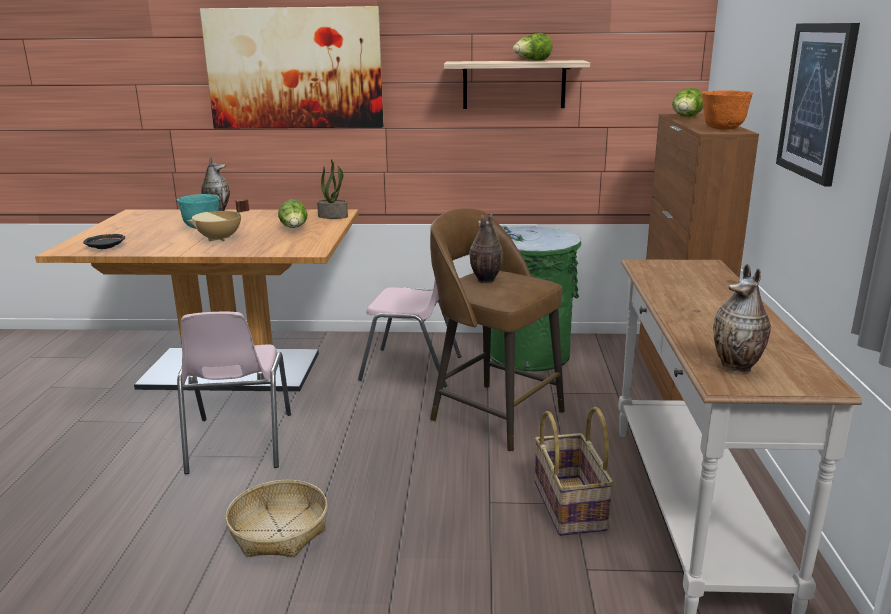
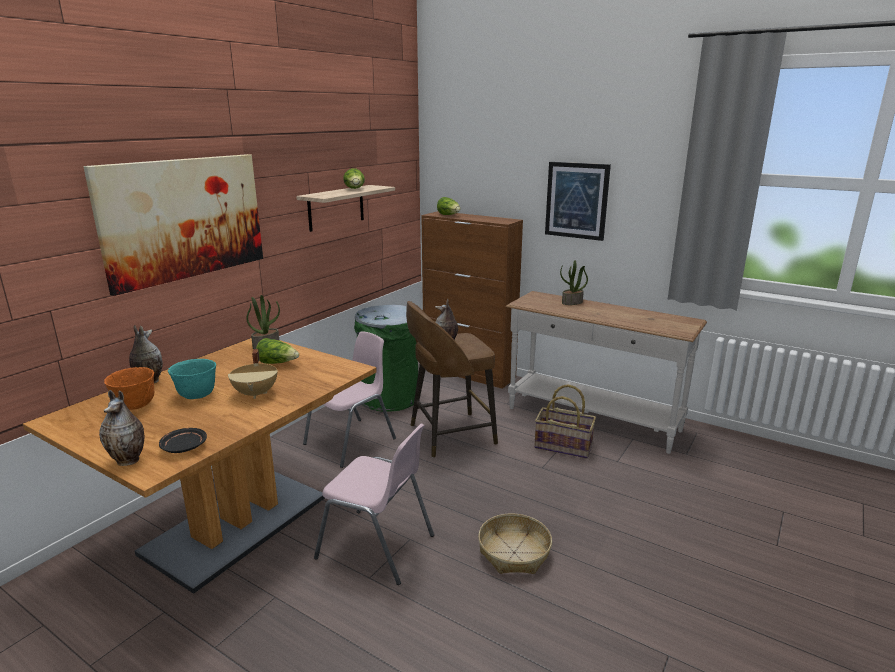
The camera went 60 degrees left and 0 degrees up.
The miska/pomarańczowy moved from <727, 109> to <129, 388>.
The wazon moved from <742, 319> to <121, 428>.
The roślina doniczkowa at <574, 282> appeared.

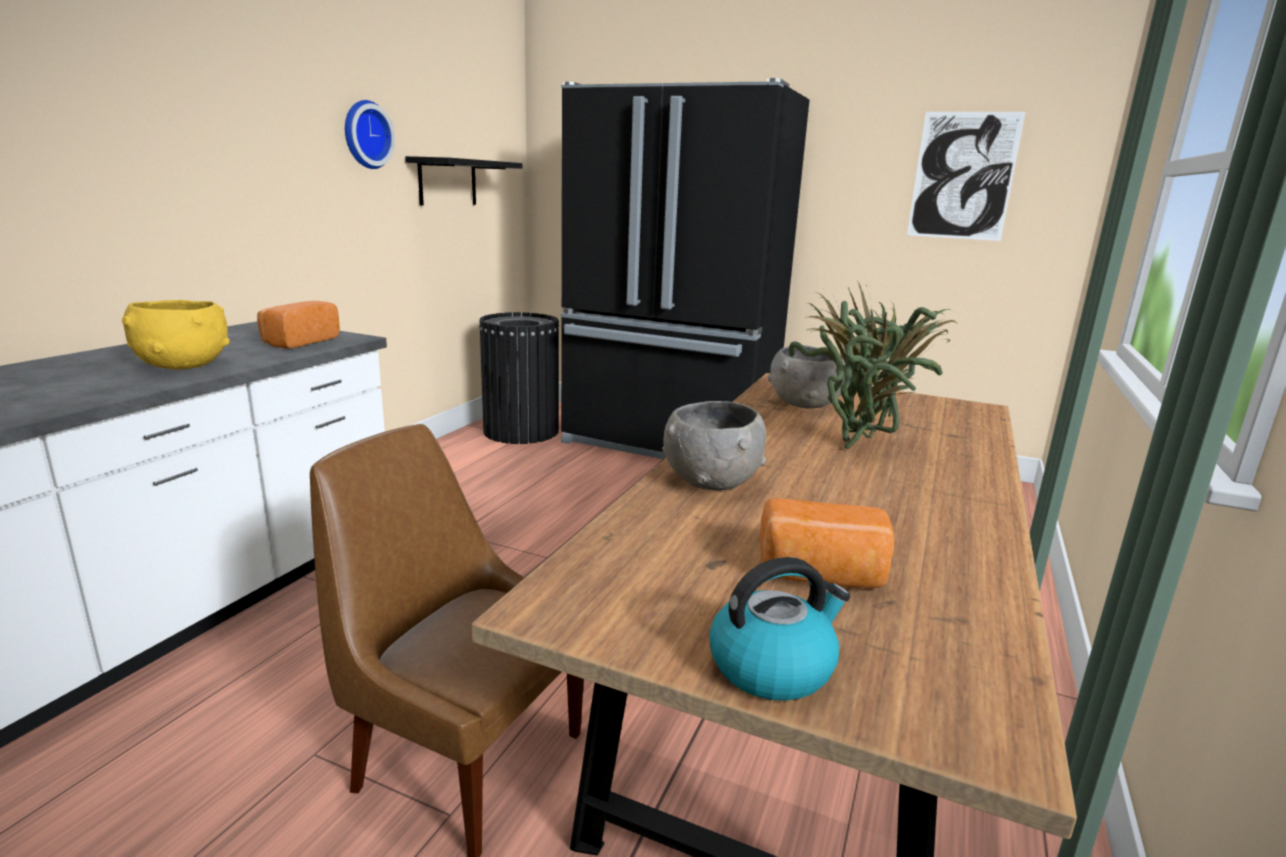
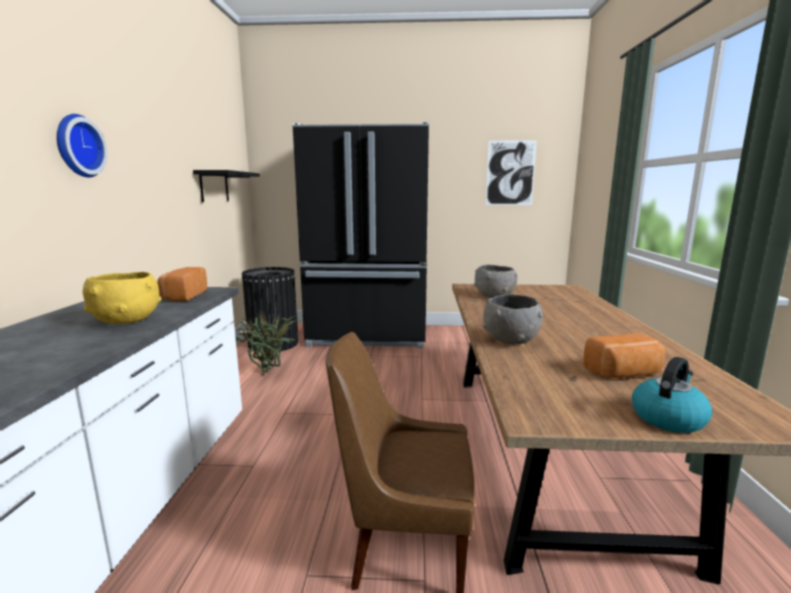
The camera went 20 degrees left and 5 degrees down.
The zegar ścienny moved from <370, 134> to <82, 145>.
The roślina doniczkowa moved from <874, 364> to <266, 342>.

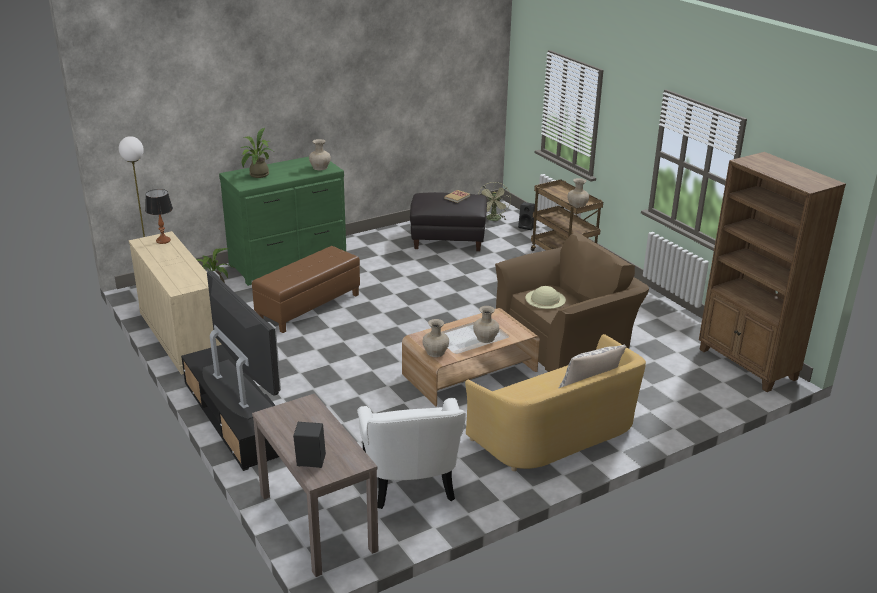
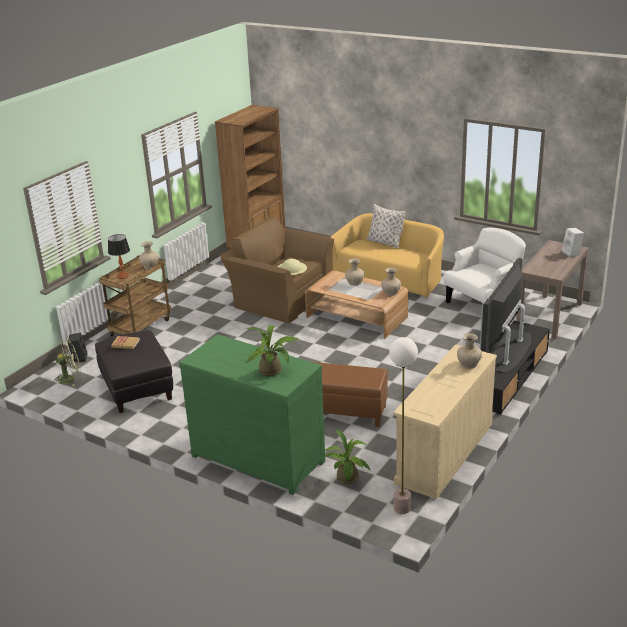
The camera went 115 degrees left and 0 degrees up.
The lampa stołowa moved from <159, 216> to <119, 256>.
The głośnik/czarny at <309, 445> became the głośnik/biały at <573, 242>.
The wazon/beżowy moved from <320, 154> to <469, 350>.

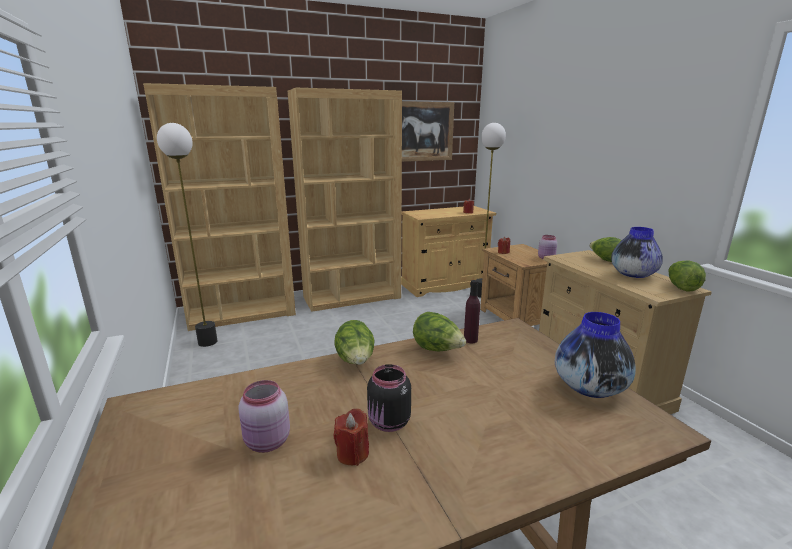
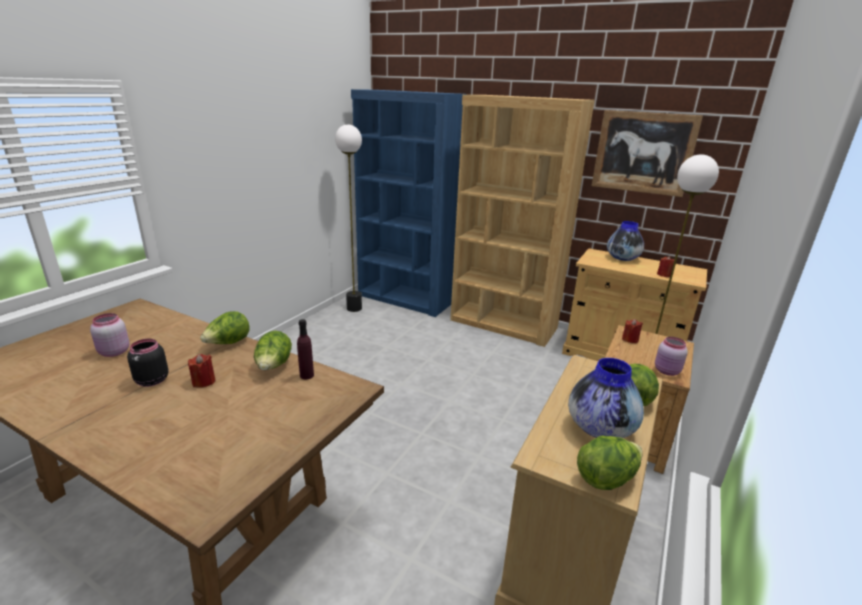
The camera went 50 degrees right and 5 degrees up.
The regał/brązowy at <219, 207> became the regał/niebieski at <409, 203>.
The świeca/czerwony moved from <351, 437> to <201, 371>.
The wazon moved from <595, 355> to <625, 241>.

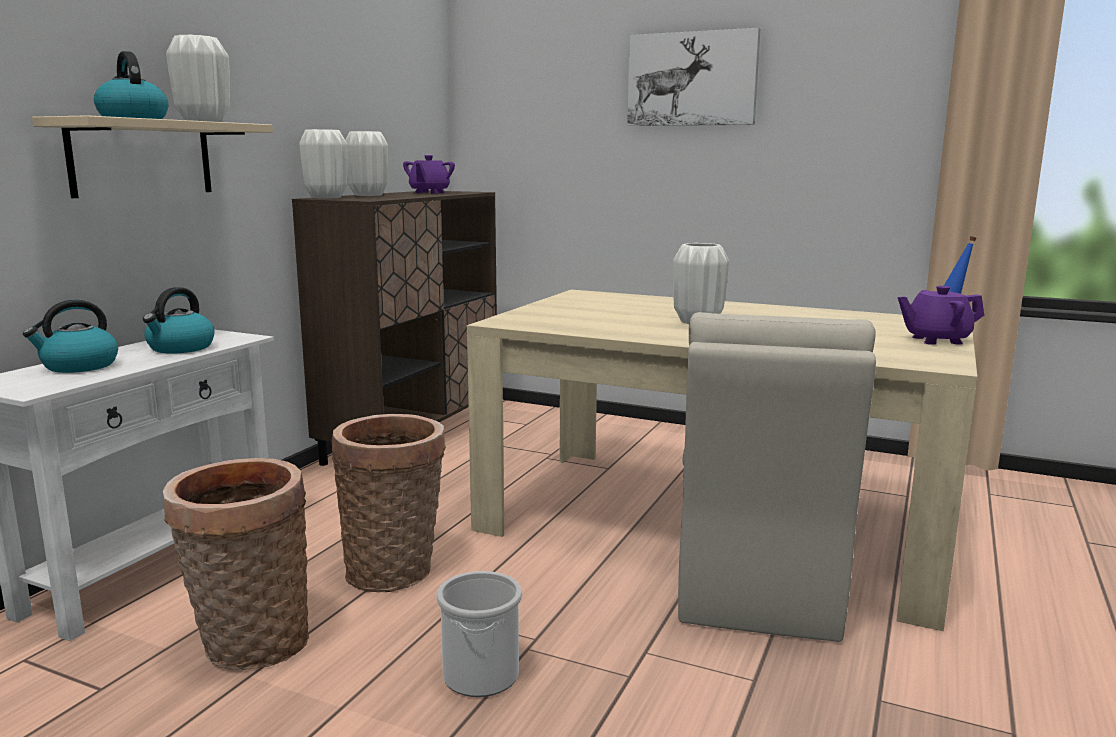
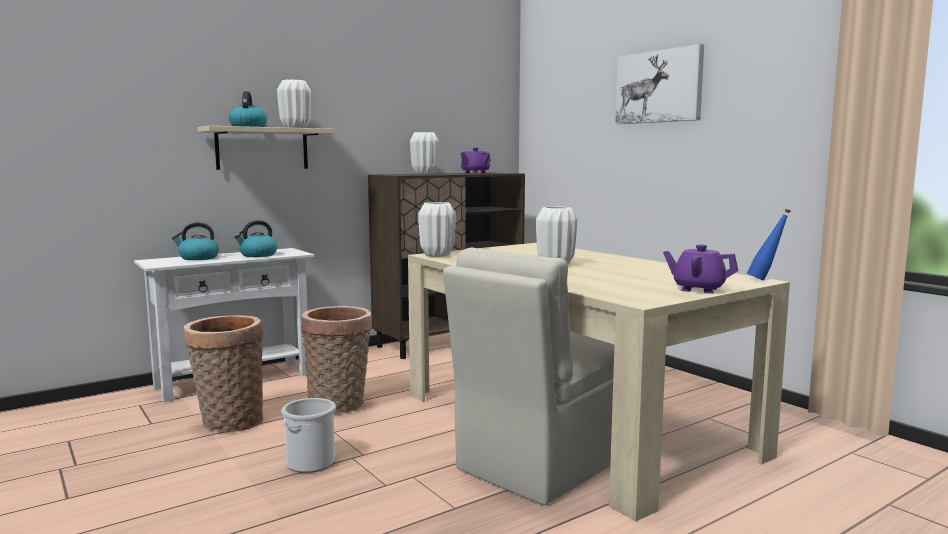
The camera went 30 degrees right and 5 degrees down.
The wazon/biały moved from <323, 163> to <437, 229>.

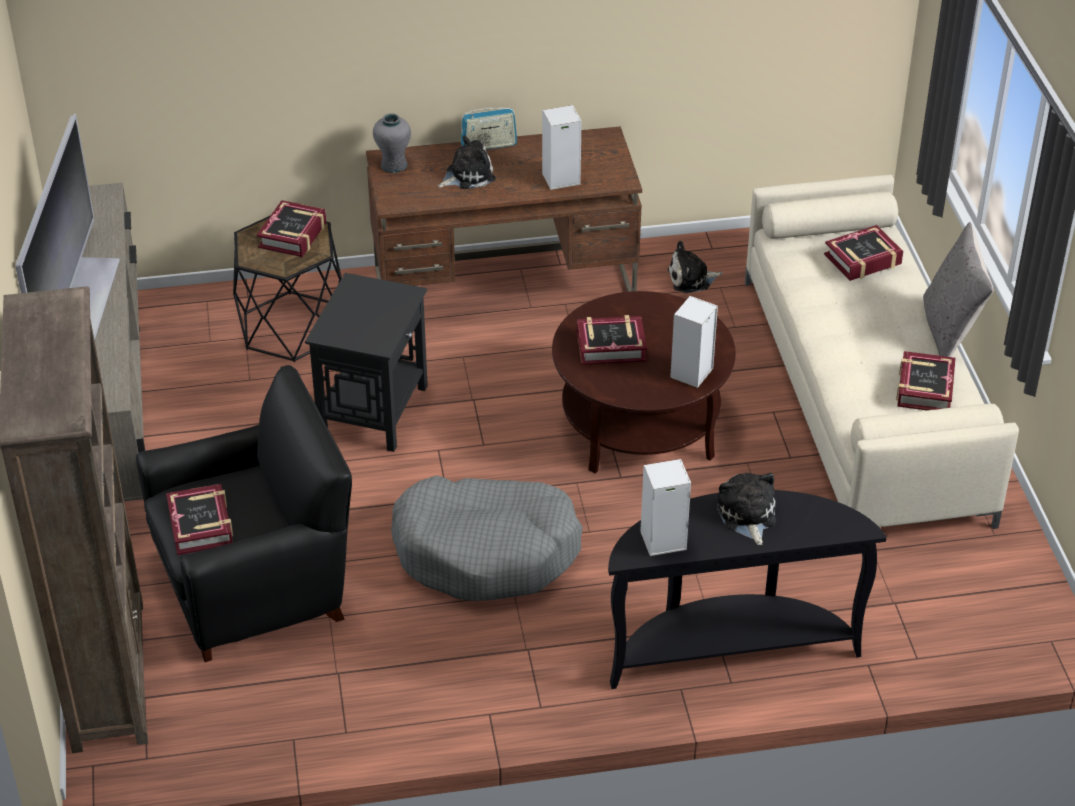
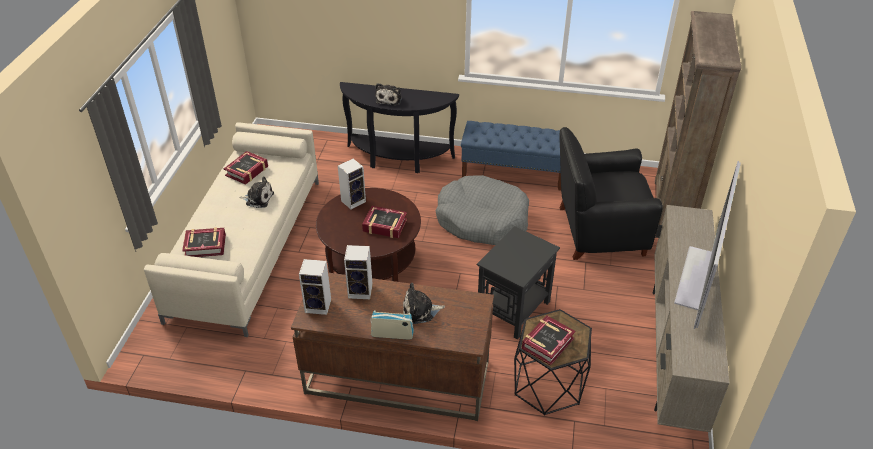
The camera went 160 degrees left and 0 degrees up.
The książka at <199, 520> disappeared.
The wazon/szary at <392, 143> disappeared.
The głośnik moved from <665, 507> to <315, 287>.
The pluszak moved from <695, 267> to <256, 192>.
The poduszka/szary at <958, 289> disappeared.
The ławka/niebieski at <511, 156> appeared.

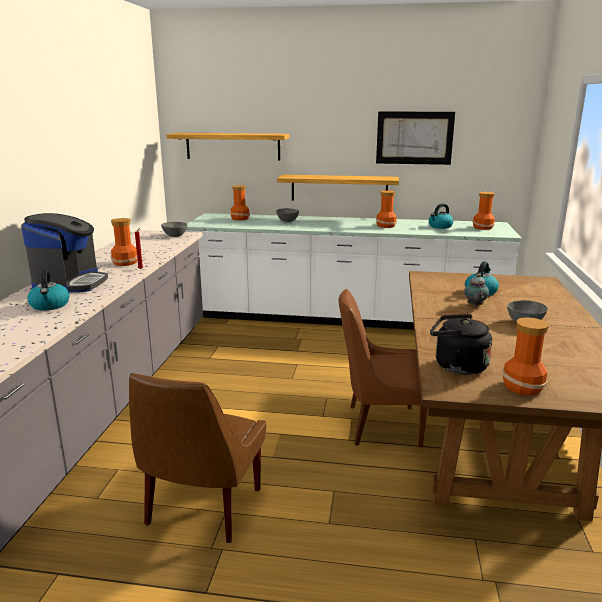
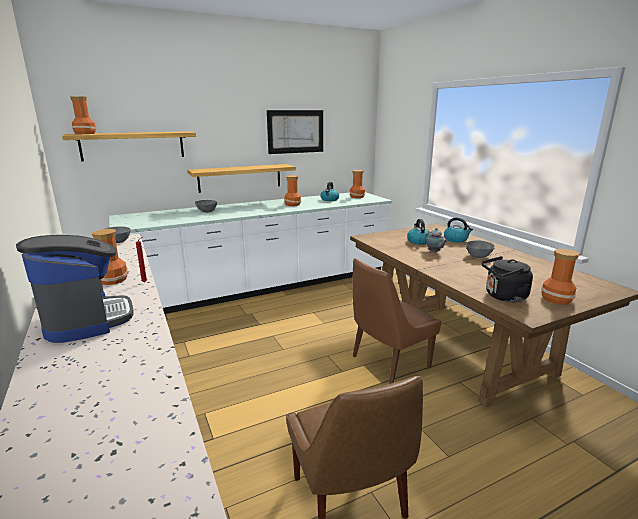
The camera went 35 degrees left and 0 degrees up.
The czajnik moved from <48, 290> to <458, 229>.
The wazon moved from <240, 203> to <83, 115>.

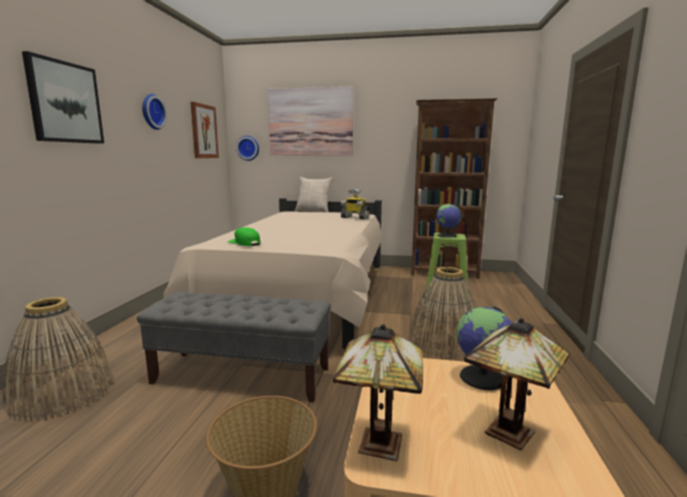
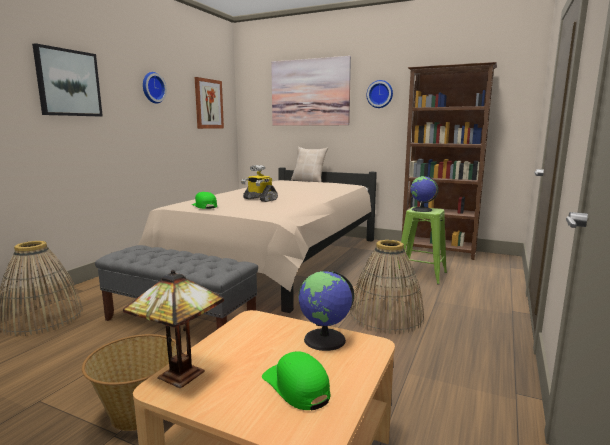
The camera went 15 degrees right and 0 degrees up.
The zegar ścienny moved from <247, 148> to <380, 94>.
The robot zabawkowy moved from <355, 204> to <259, 183>.
The lampa stołowa at <517, 384> was replaced by the czapka z daszkiem/zielony at <296, 380>.

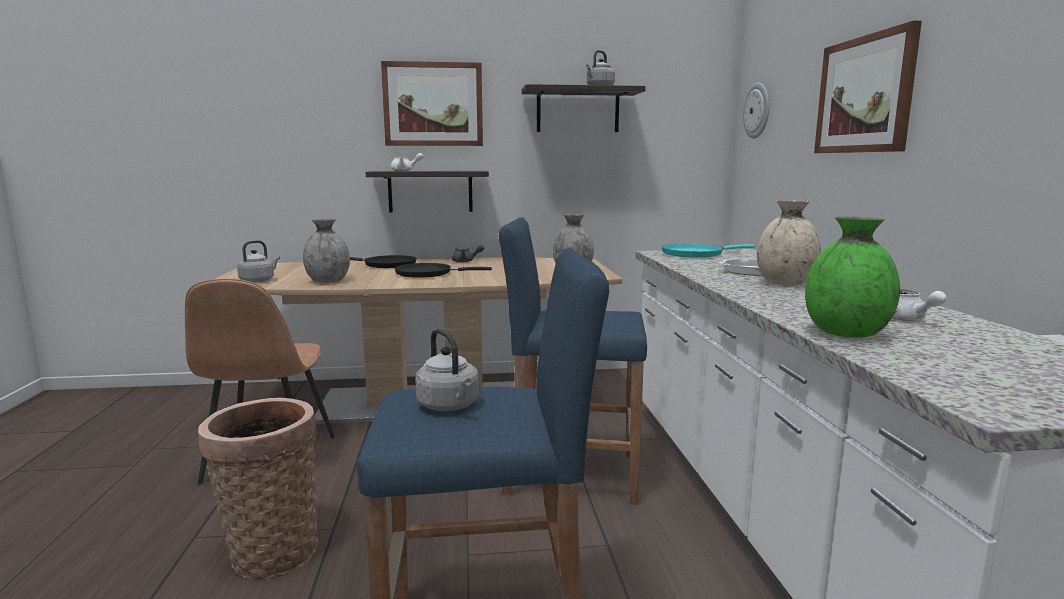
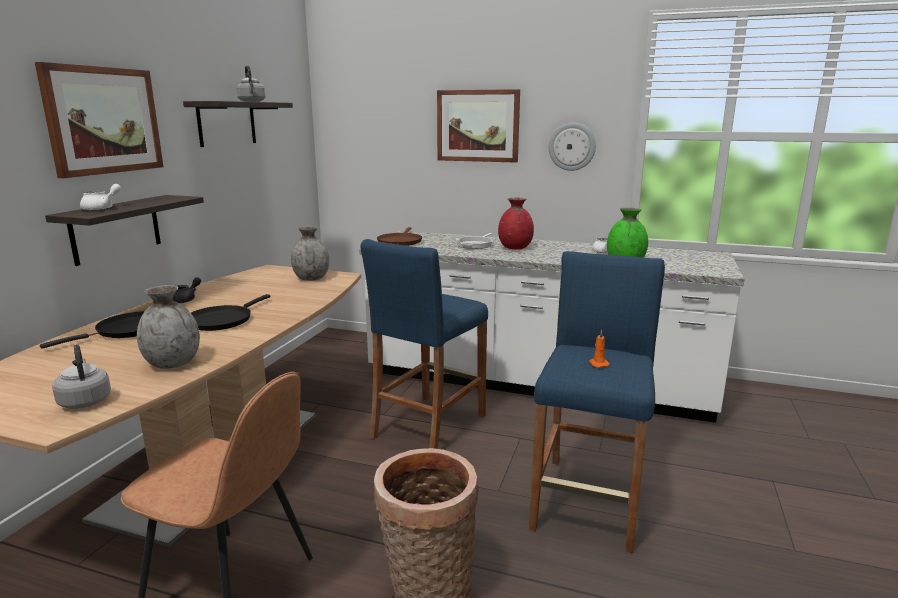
The camera went 65 degrees left and 5 degrees up.
The czajnik/szary at <447, 370> was replaced by the świeca/pomarańczowy at <599, 349>.
The patelnia/turkusowy at <708, 250> became the patelnia/brązowy at <399, 236>.
The zegar ścienny moved from <756, 111> to <572, 147>.
The wazon/beżowy at <789, 242> became the wazon/czerwony at <516, 223>.

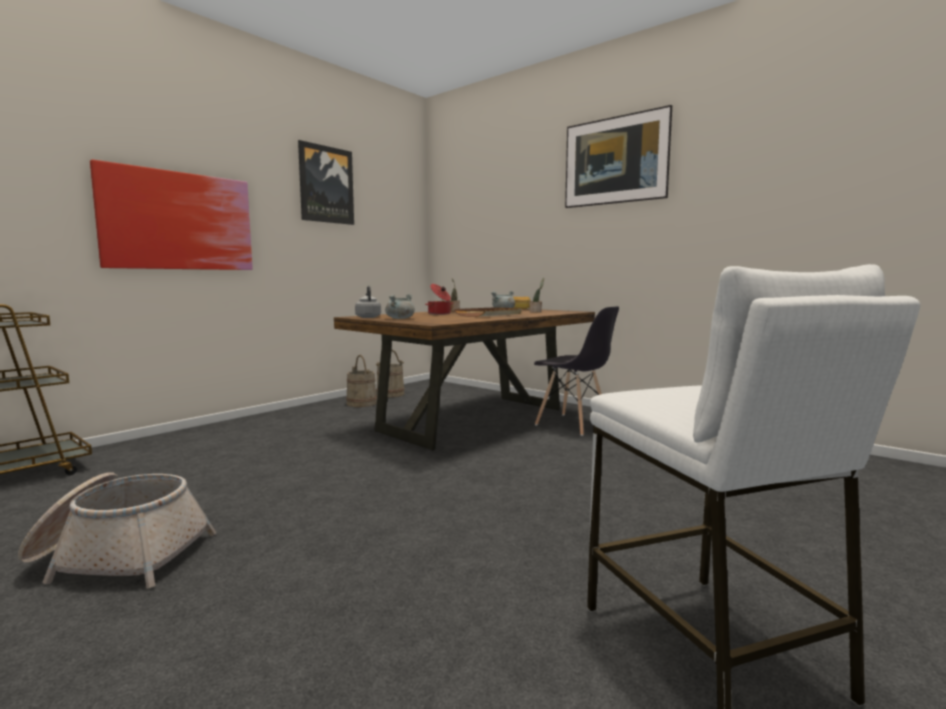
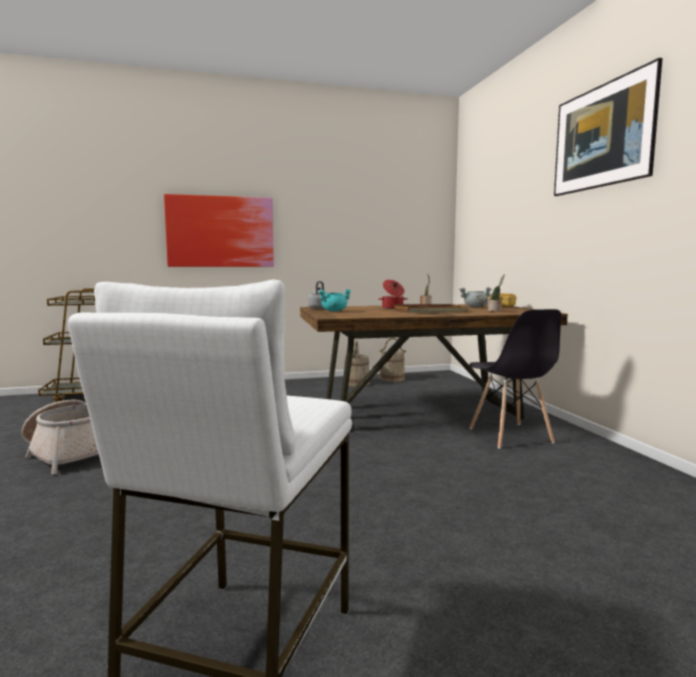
The camera went 35 degrees right and 0 degrees up.
The obraz at <326, 182> disappeared.
The garnek/szary at <400, 306> became the garnek/turkusowy at <335, 300>.

